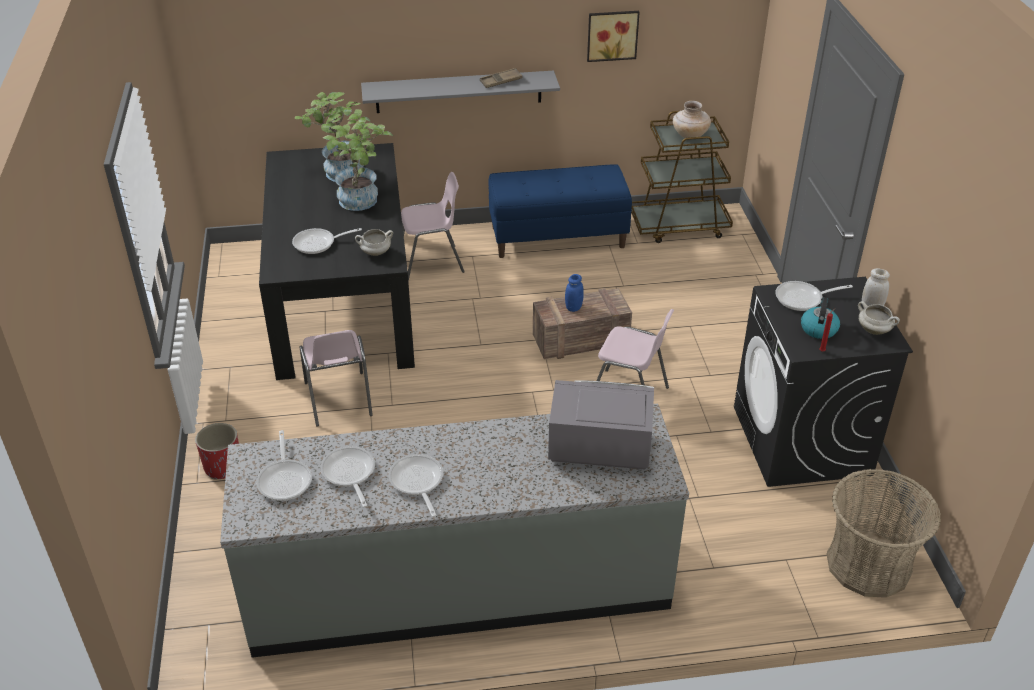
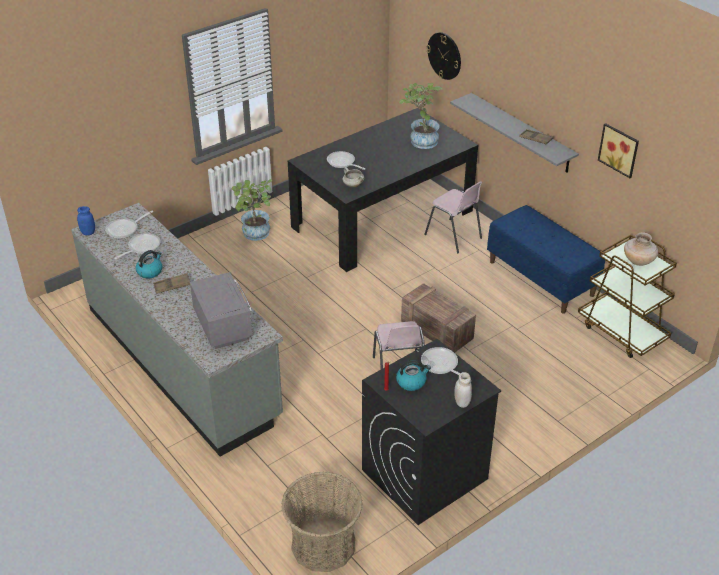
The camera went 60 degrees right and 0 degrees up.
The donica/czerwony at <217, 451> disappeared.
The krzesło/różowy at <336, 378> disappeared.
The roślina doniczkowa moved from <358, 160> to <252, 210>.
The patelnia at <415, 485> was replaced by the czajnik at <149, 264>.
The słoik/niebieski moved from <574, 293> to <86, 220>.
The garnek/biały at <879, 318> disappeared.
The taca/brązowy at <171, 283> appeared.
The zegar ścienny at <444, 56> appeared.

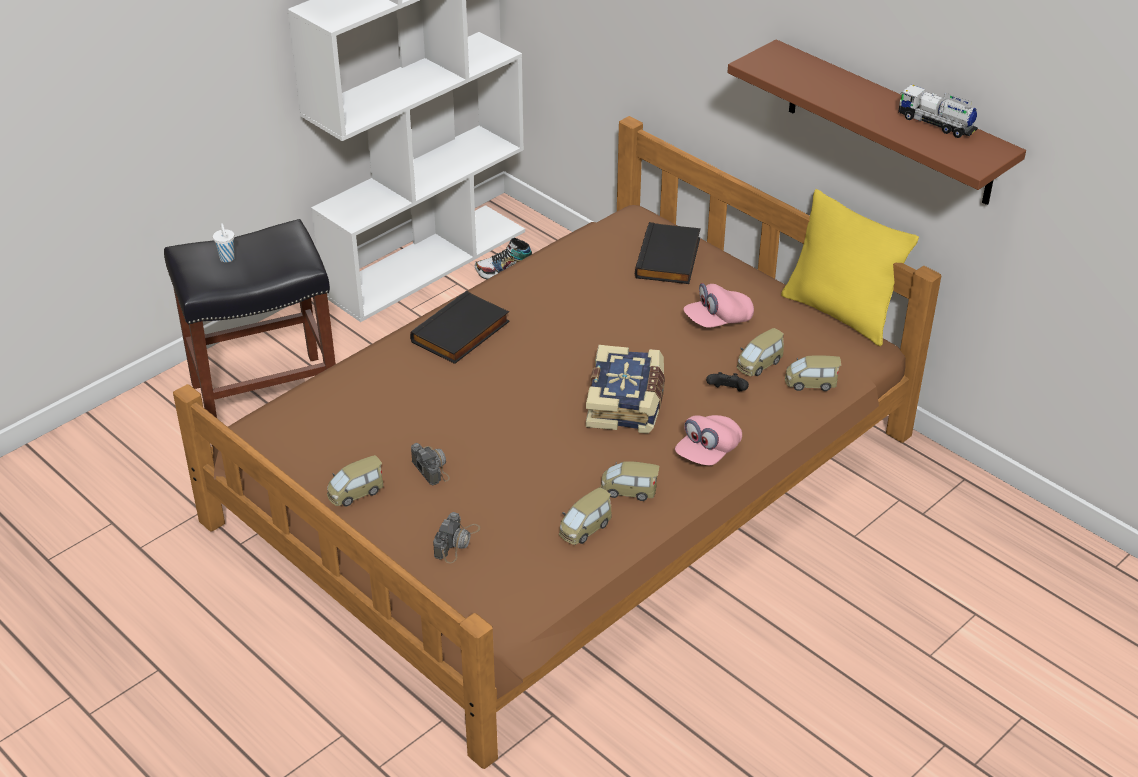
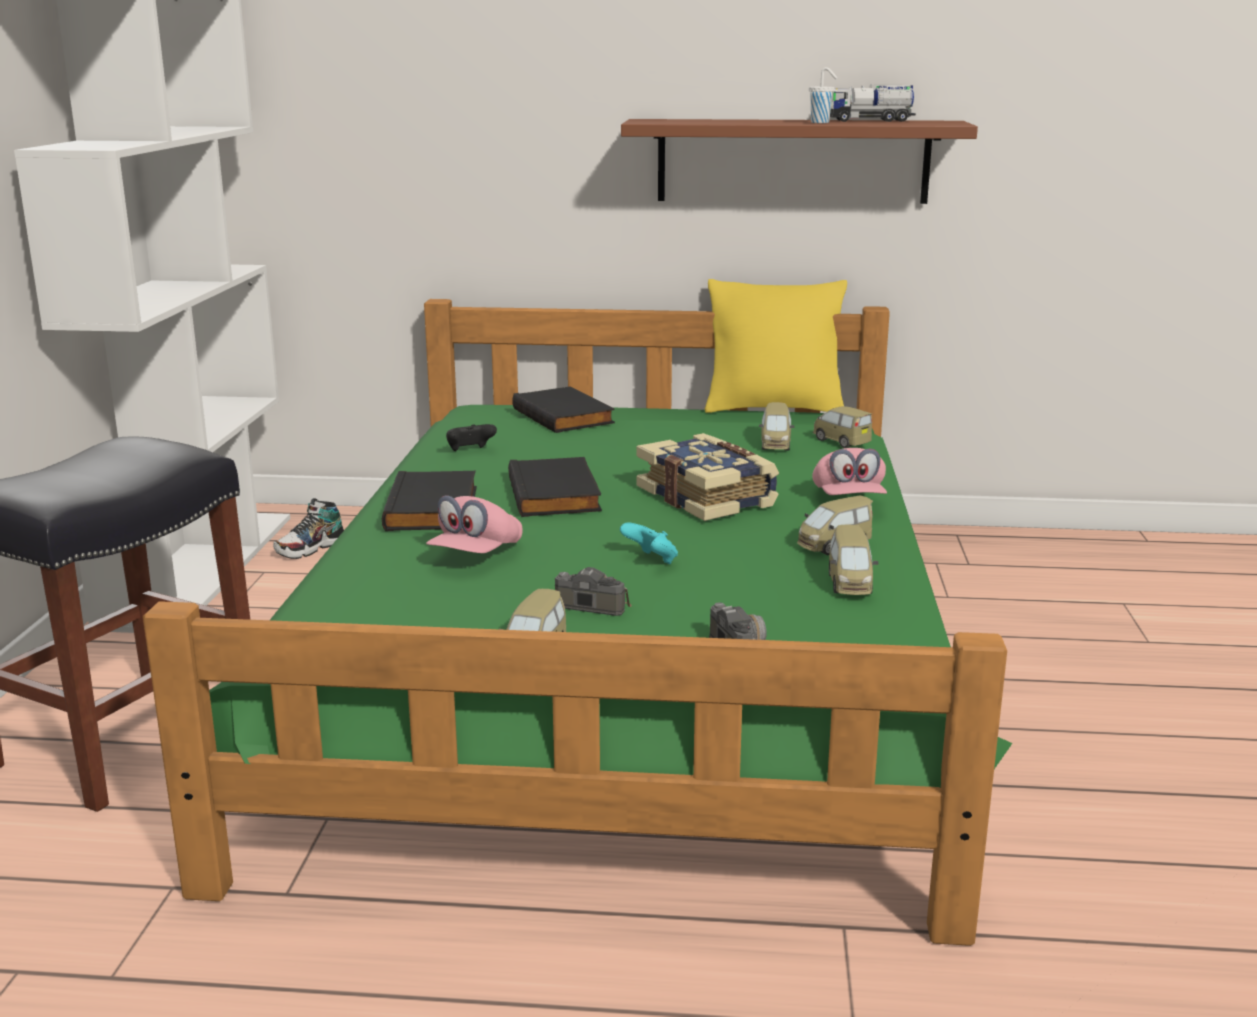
The camera went 40 degrees left and 20 degrees down.
The łóżko/brązowy at <557, 442> became the łóżko/zielony at <577, 622>.
The filiżanka/biały moved from <224, 242> to <823, 95>.
The czapka z daszkiem/różowy moved from <719, 305> to <474, 524>.
The pad do gier/czarny moved from <727, 381> to <471, 437>.
The samochodzik at <813, 373> turned 90 degrees clockwise.
The książka/czarny at <555, 487> appeared.
The pad do gier/turkusowy at <649, 543> appeared.

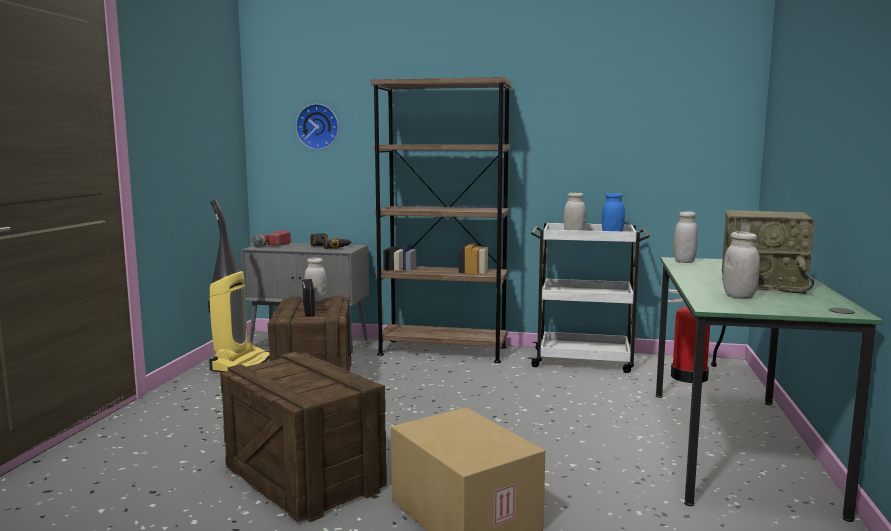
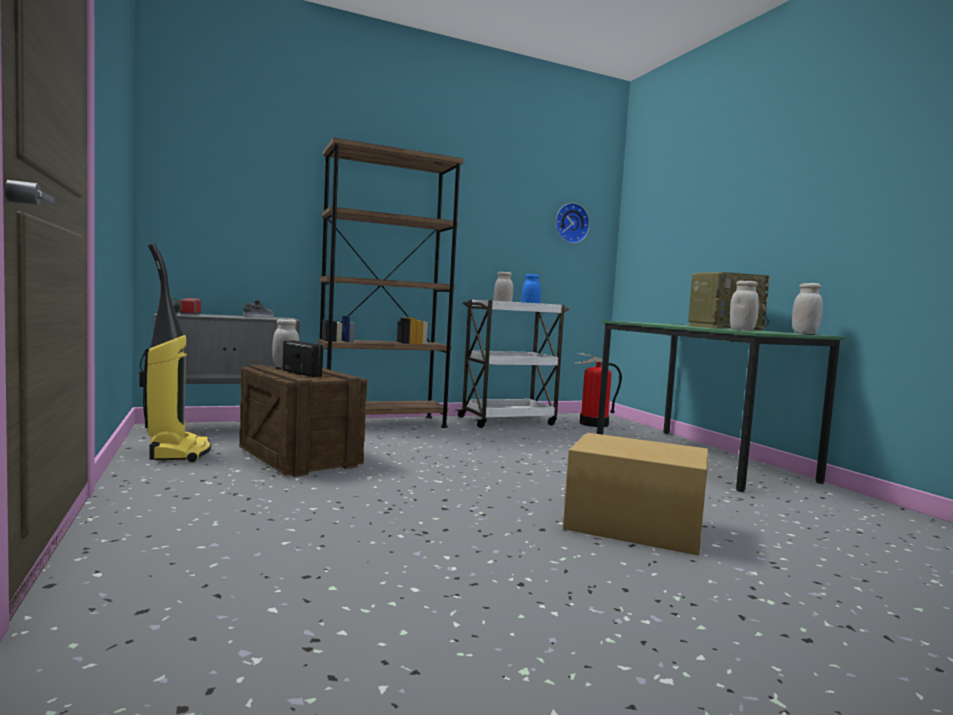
The camera went 35 degrees left and 5 degrees down.
The skrzynka at <303, 437> disappeared.
The zegar ścienny moved from <317, 127> to <572, 223>.
The wiertarka at <331, 241> was replaced by the but/szary at <258, 309>.
The słoik/biały moved from <685, 237> to <807, 308>.

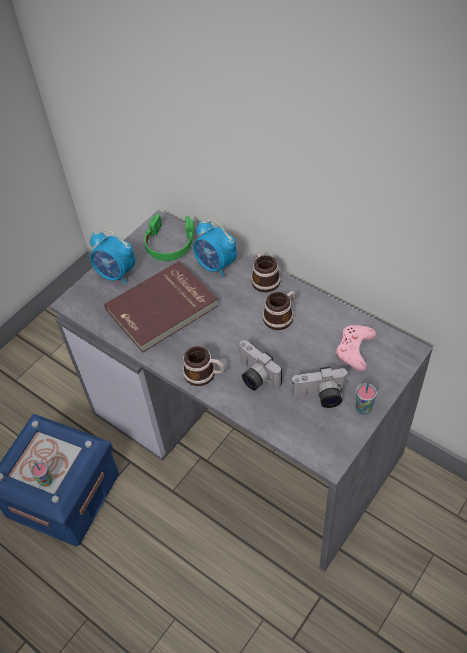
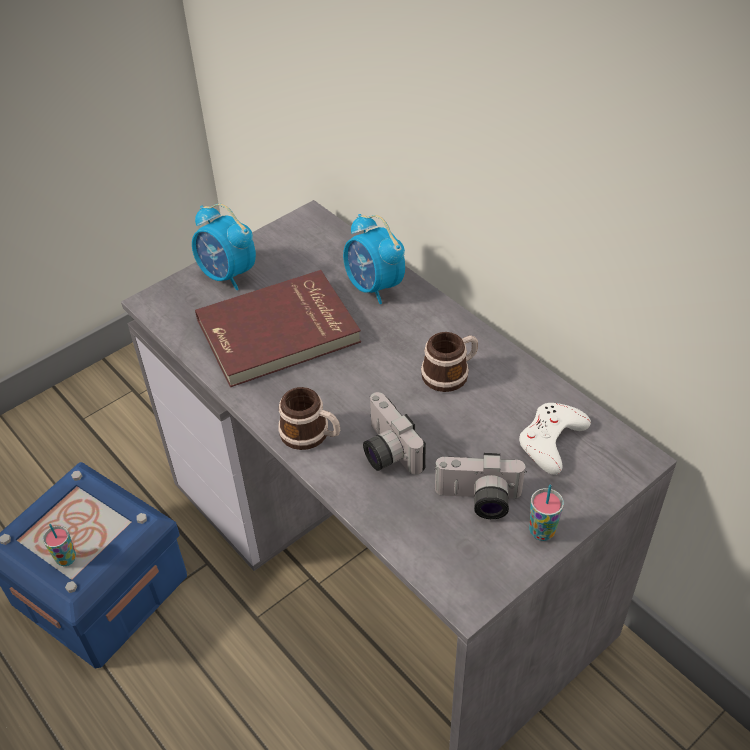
The camera went 10 degrees right and 5 degrees down.
The słuchawki/zielony at <169, 237> disappeared.
The kubek at <266, 272> disappeared.
The pad do gier/różowy at <356, 348> became the pad do gier/biały at <555, 439>.

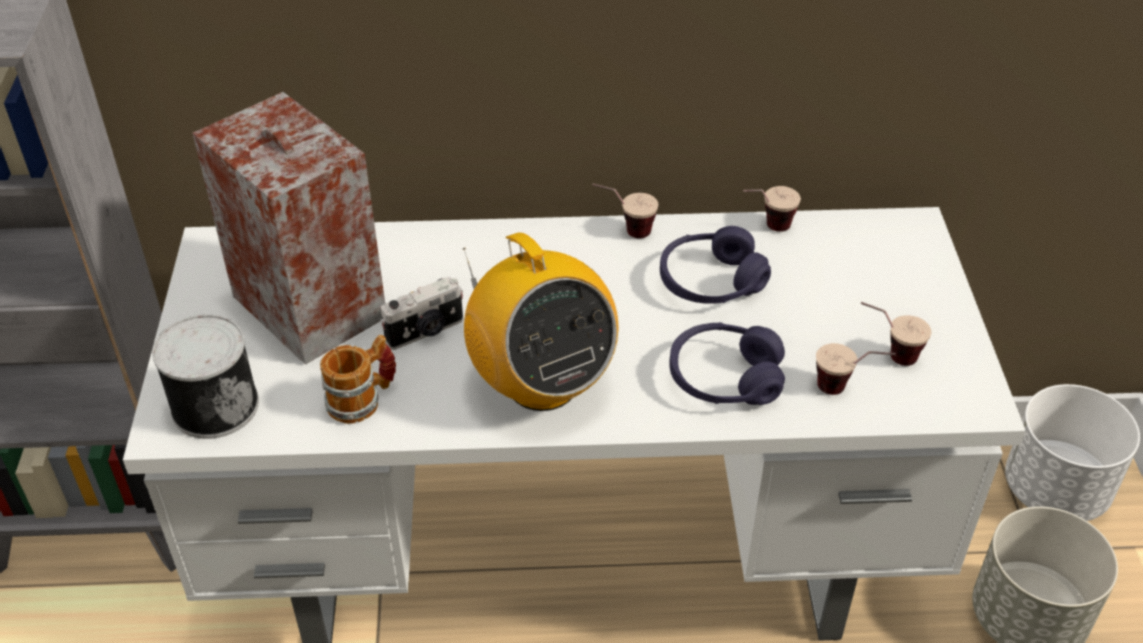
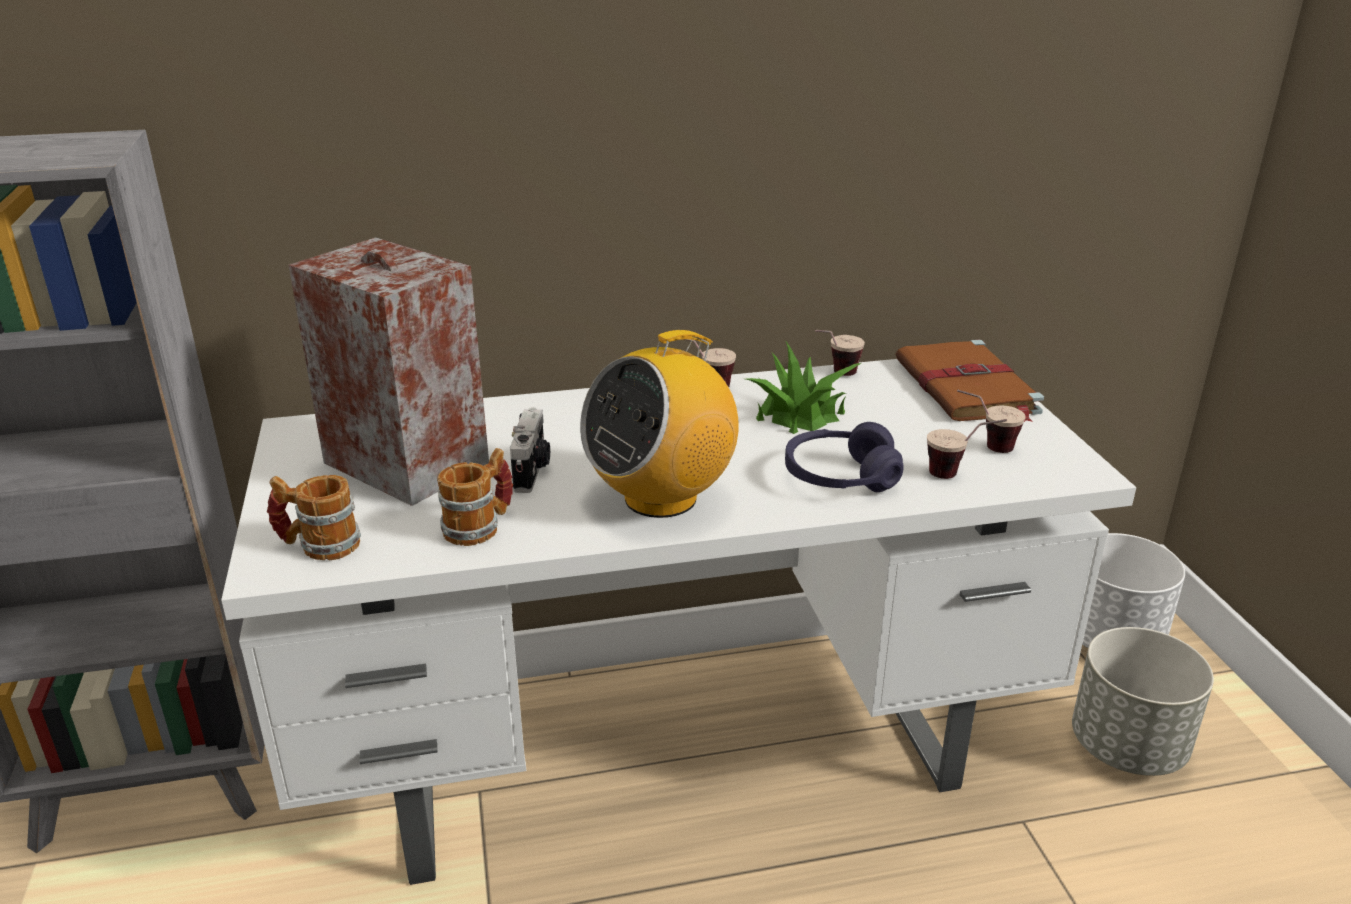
The camera went 10 degrees left and 15 degrees down.
The puszka at <205, 376> was replaced by the kubek at <314, 517>.
The aparat fotograficzny at <421, 313> turned 45 degrees counterclockwise.
The radio at <540, 321> turned 90 degrees clockwise.
The słuchawki/fioletowy at <715, 265> was replaced by the roślina doniczkowa at <803, 387>.
The książka/brązowy at <970, 380> appeared.

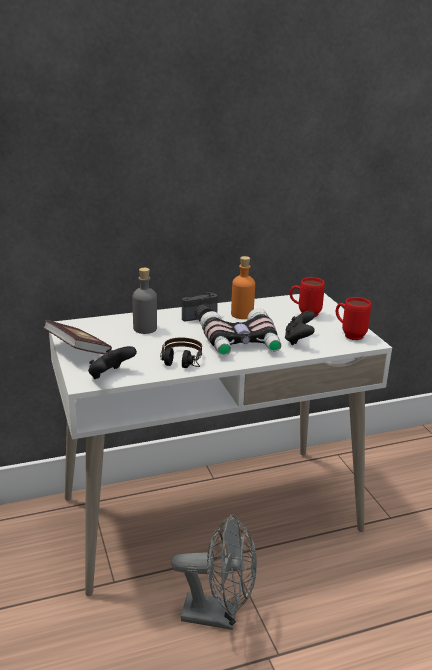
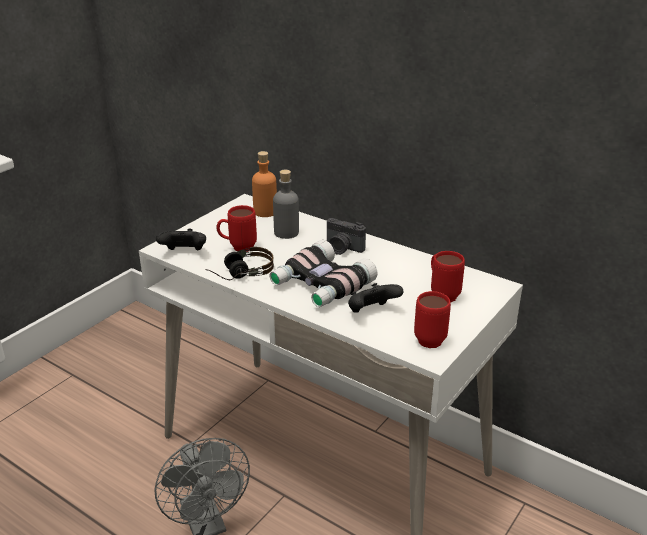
The camera went 55 degrees right and 5 degrees up.
The książka at <77, 337> disappeared.
The butelka/pomarańczowy moved from <243, 287> to <264, 184>.
The kubek/czerwony at <236, 228> appeared.

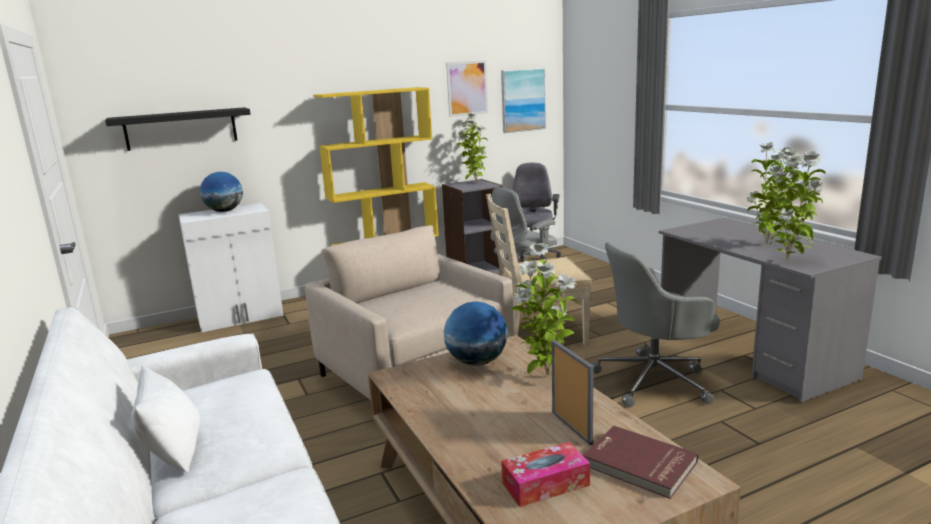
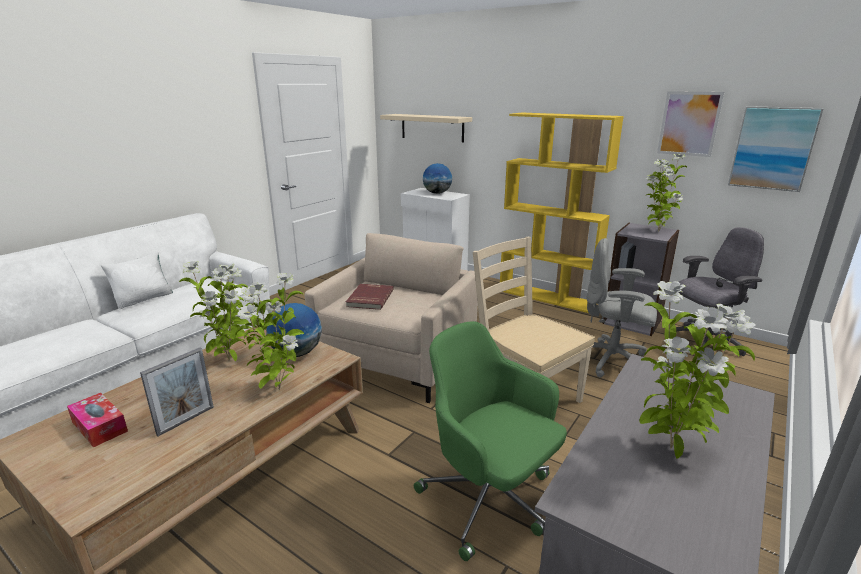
The camera went 60 degrees right and 5 degrees up.
The półka/czarny at <178, 129> became the półka/beżowy at <426, 128>.
The książka/czerwony moved from <640, 462> to <370, 297>.
The krzesło biurowe/szary at <655, 324> became the krzesło biurowe/zielony at <490, 441>.
The roślina doniczkowa moved from <795, 206> to <214, 311>.

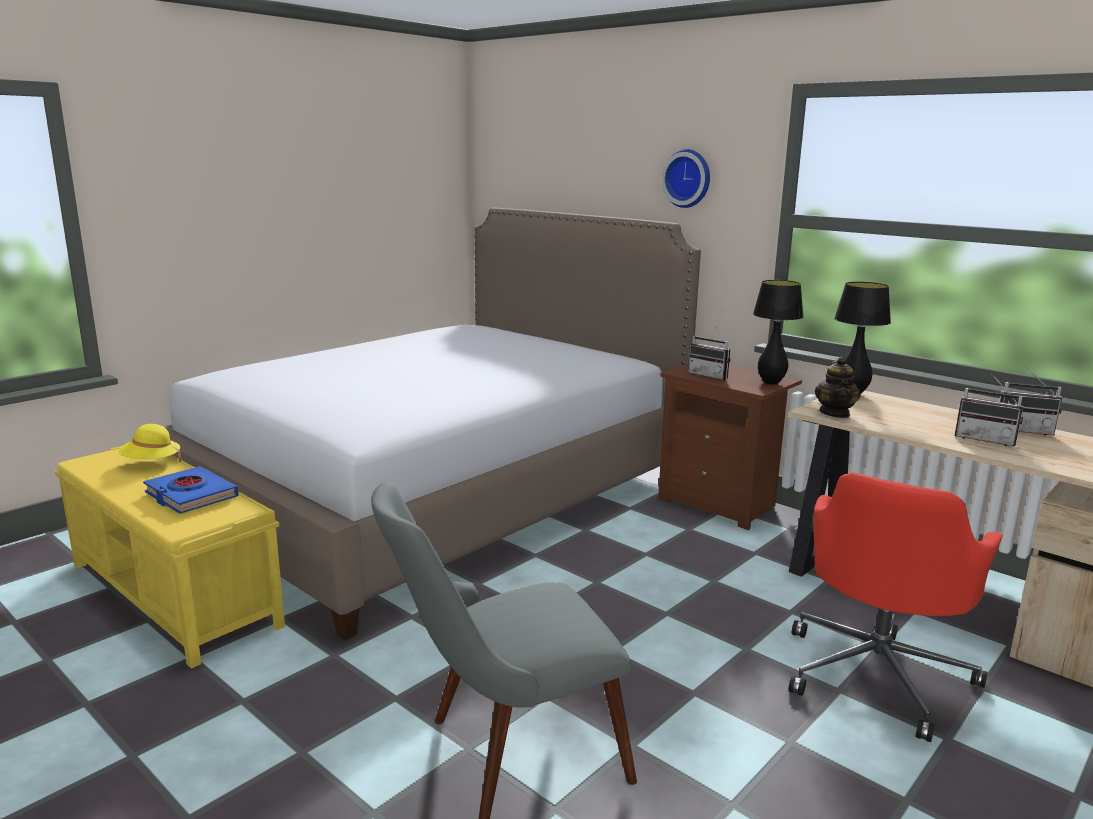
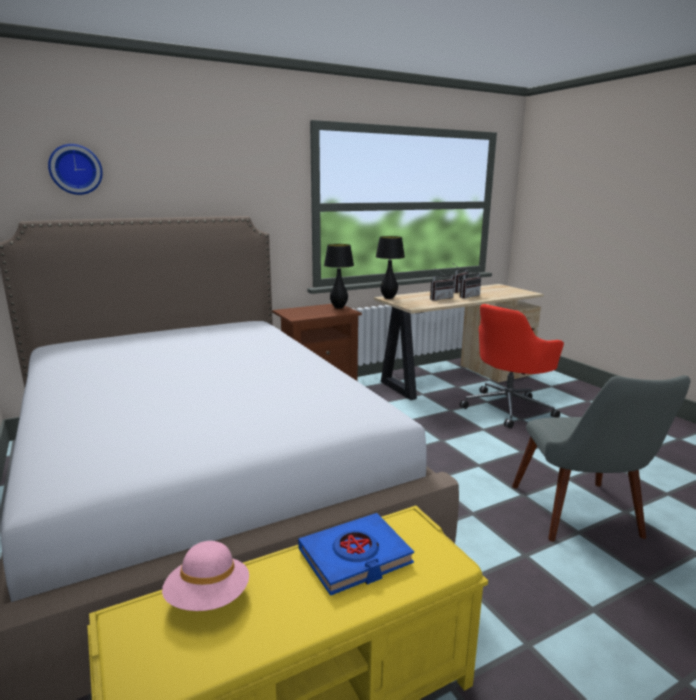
The camera went 70 degrees left and 0 degrees up.
The kapelusz/żółty at <149, 443> became the kapelusz/różowy at <205, 576>.
The zegar ścienny moved from <685, 178> to <75, 169>.
The radio moved from <709, 353> to <442, 285>.
The krzesło biurowe/czerwony at <895, 607> turned 90 degrees clockwise.
The imbryk at <838, 387> disappeared.

